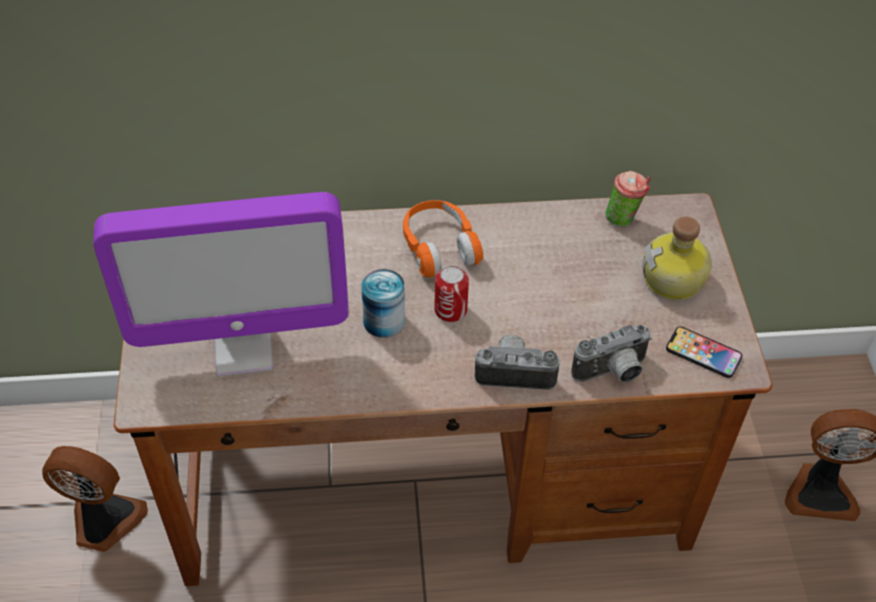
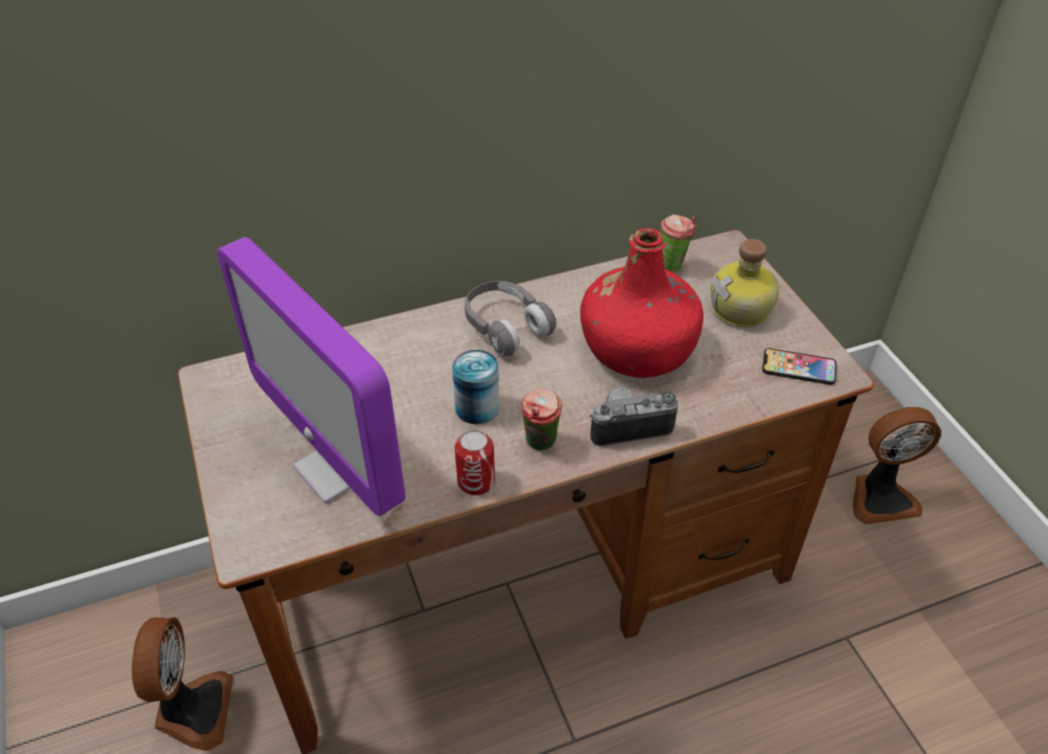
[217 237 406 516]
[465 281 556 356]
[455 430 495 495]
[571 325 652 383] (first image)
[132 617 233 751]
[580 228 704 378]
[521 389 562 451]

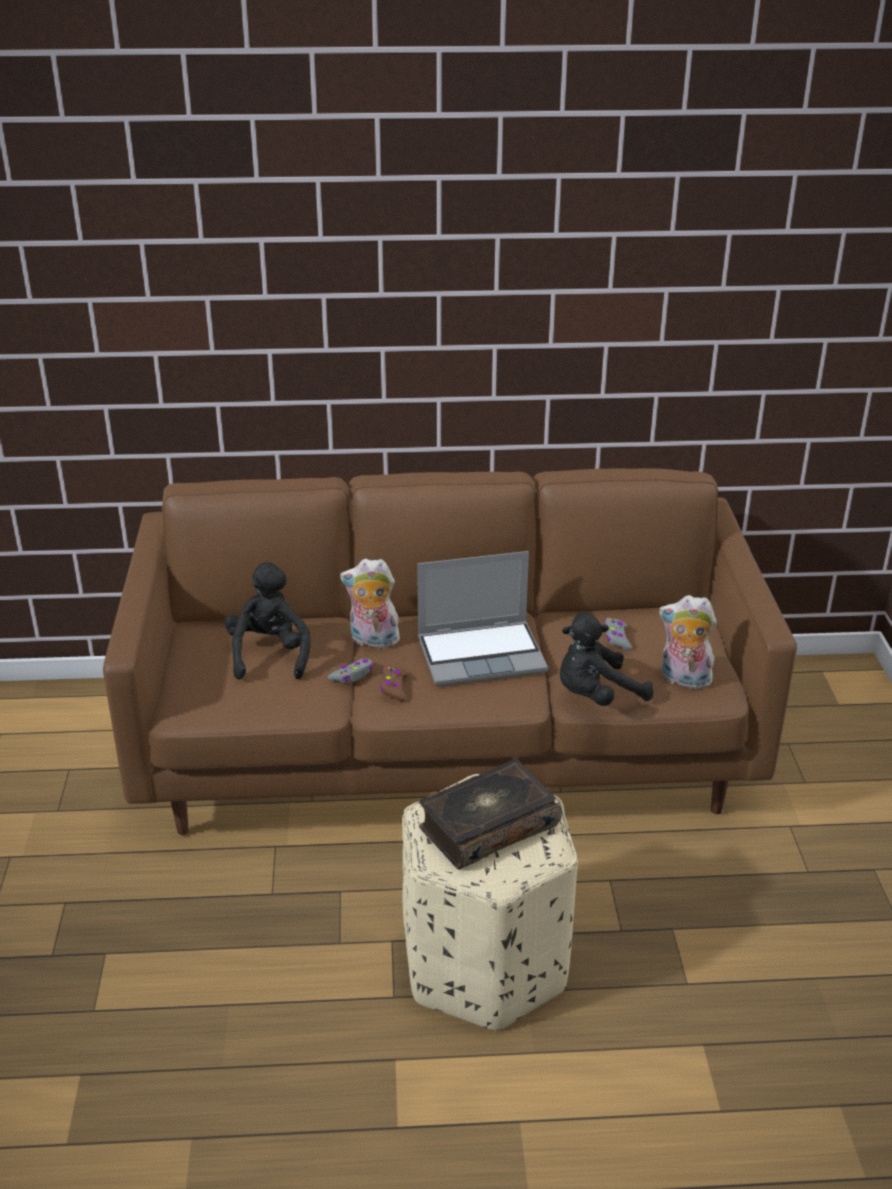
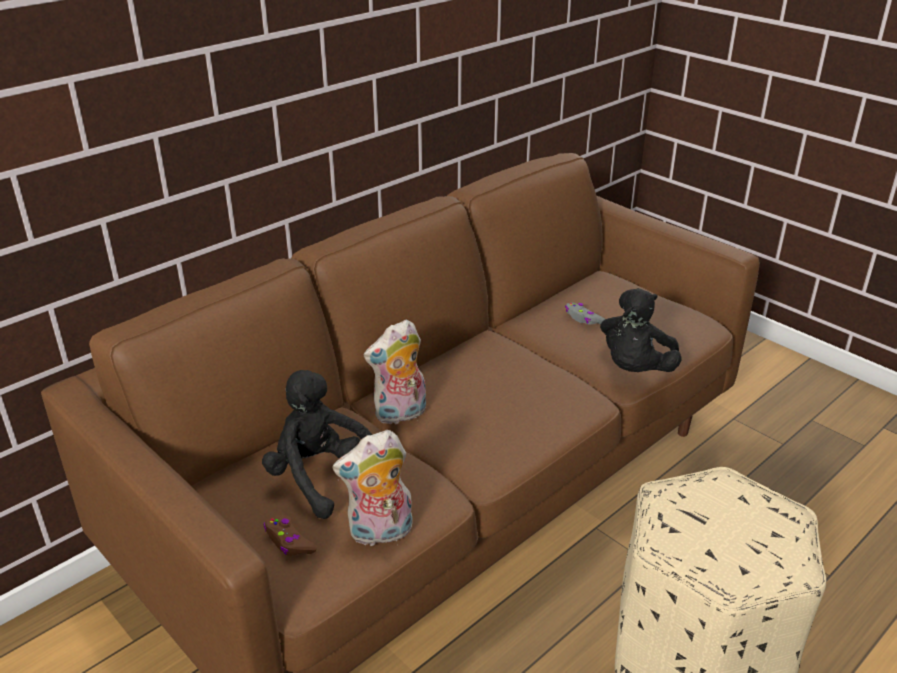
[417 551 548 686] (first image)
[332 430 413 547]
[328 658 374 683] (first image)
[264 515 317 556]
[419 759 562 870] (first image)

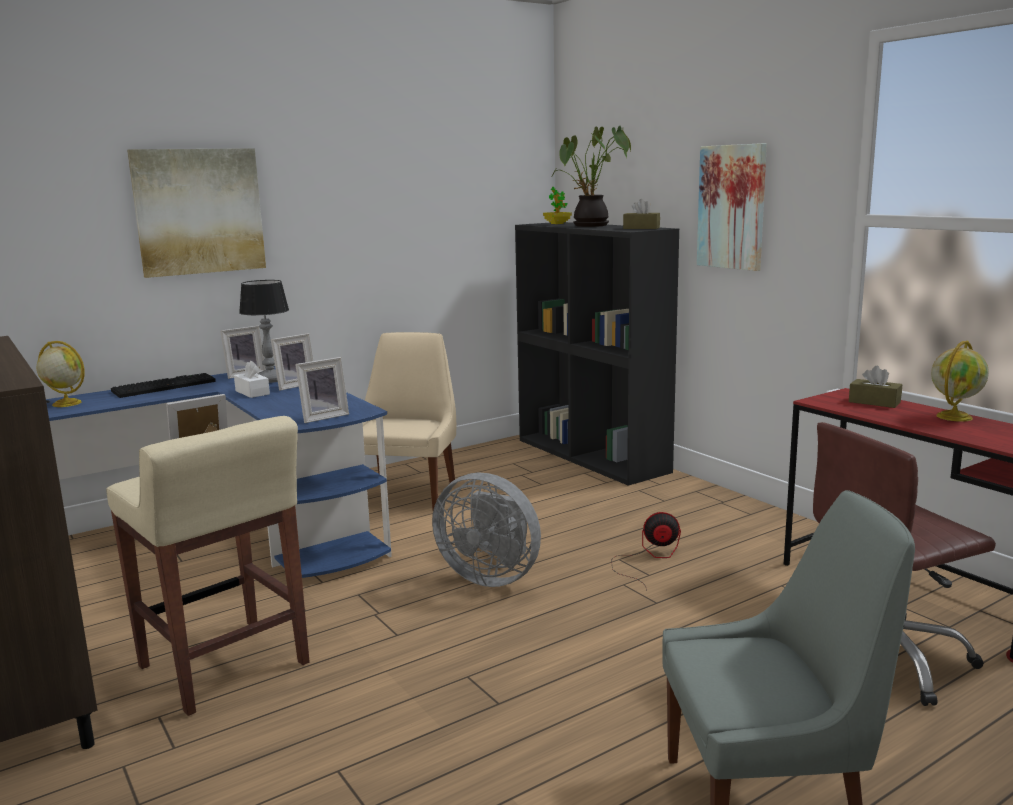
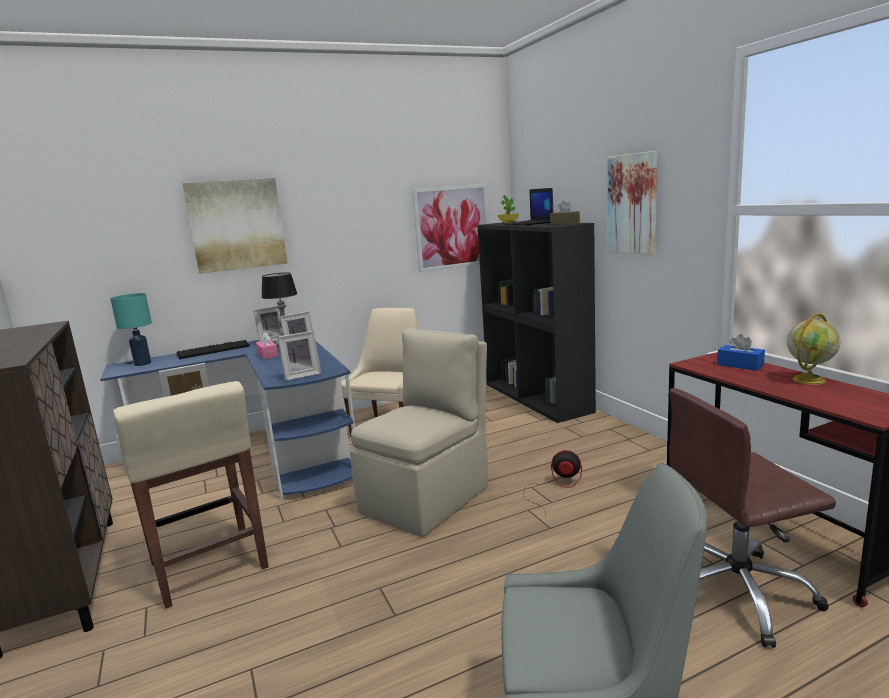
[504 188 553 225]
[110 293 152 366]
[256 332 278 359]
[717 334 765 371]
[350 328 488 537]
[412 184 489 272]

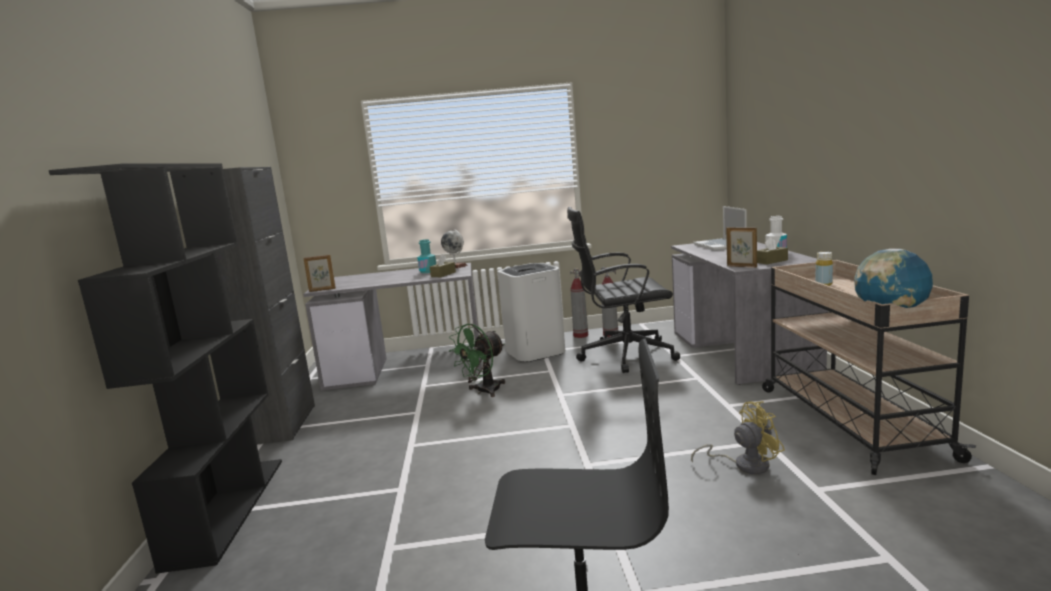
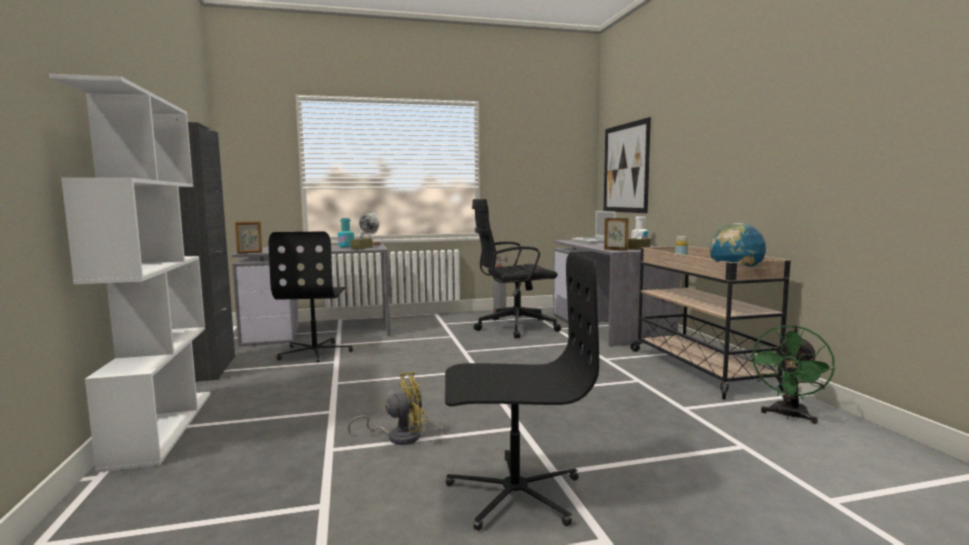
[49 74 211 473]
[498 263 565 362] (first image)
[570 268 588 338] (first image)
[750 325 835 424]
[348 372 428 445]
[604 117 651 213]
[269 231 353 363]

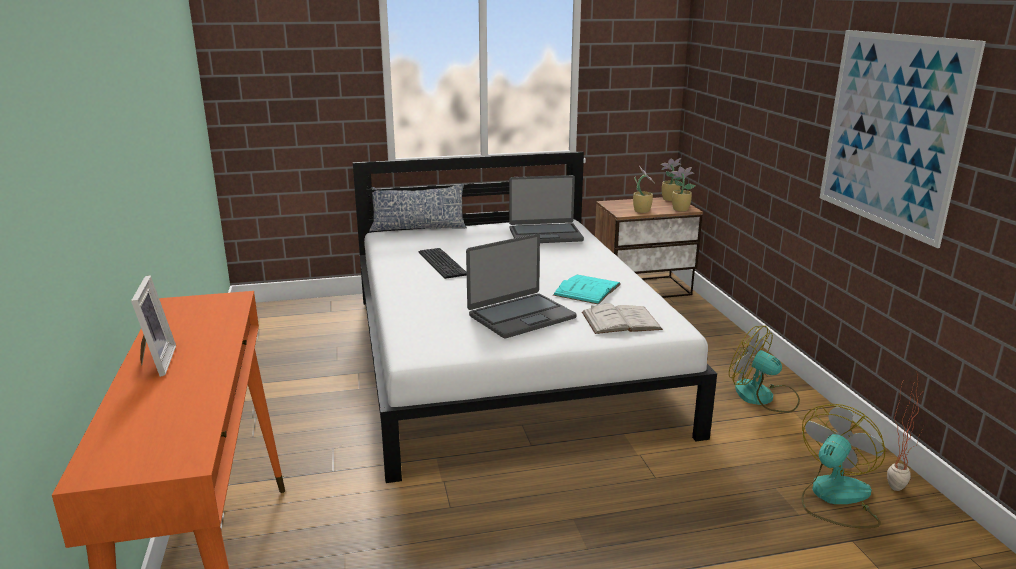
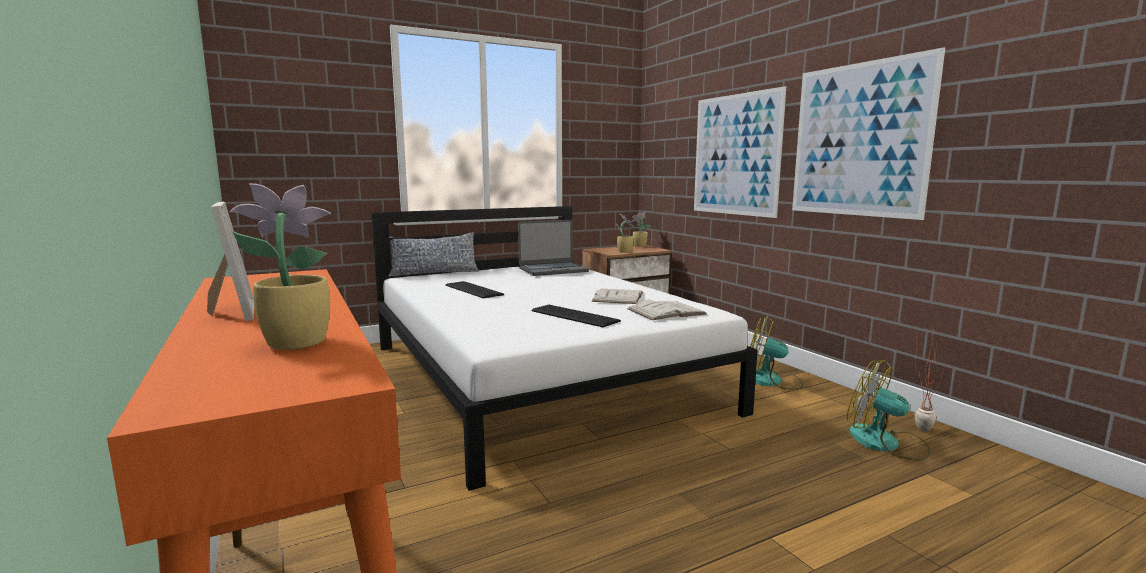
[230 183 331 350]
[531 305 621 327]
[592 289 643 304]
[847 360 931 461]
[694 86 786 218]

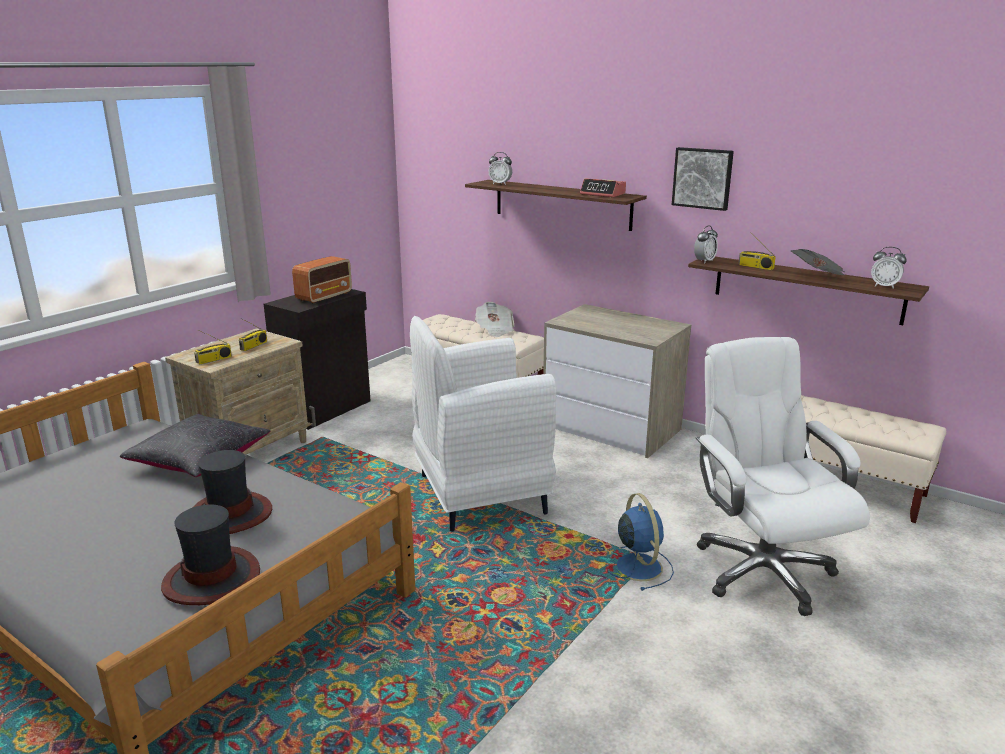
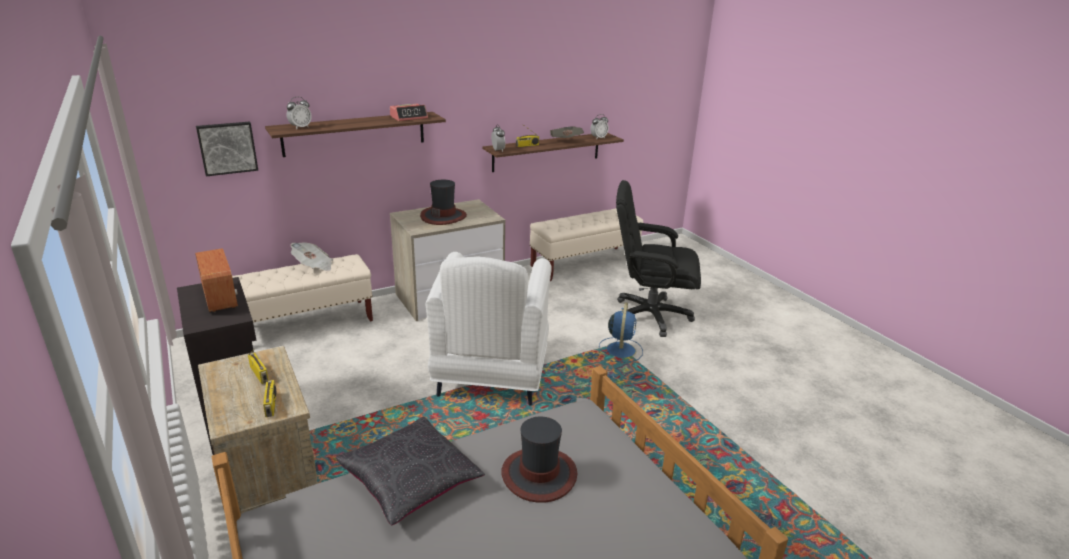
[196 121 258 176]
[616 180 701 337]
[599 302 643 362]
[420 180 467 225]

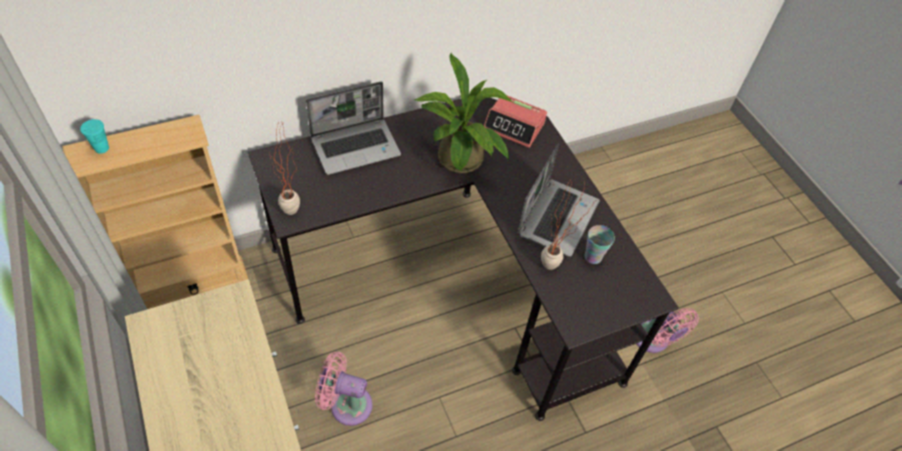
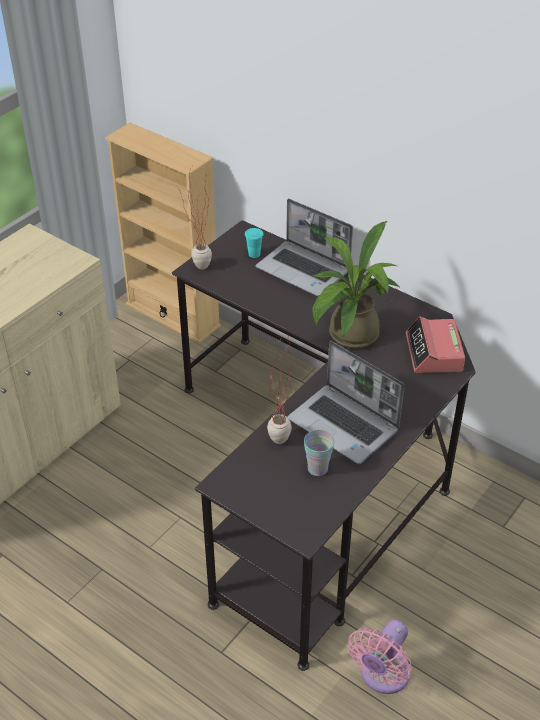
[245 228 264 258]
[288 341 405 464]
[315 352 373 426] (first image)

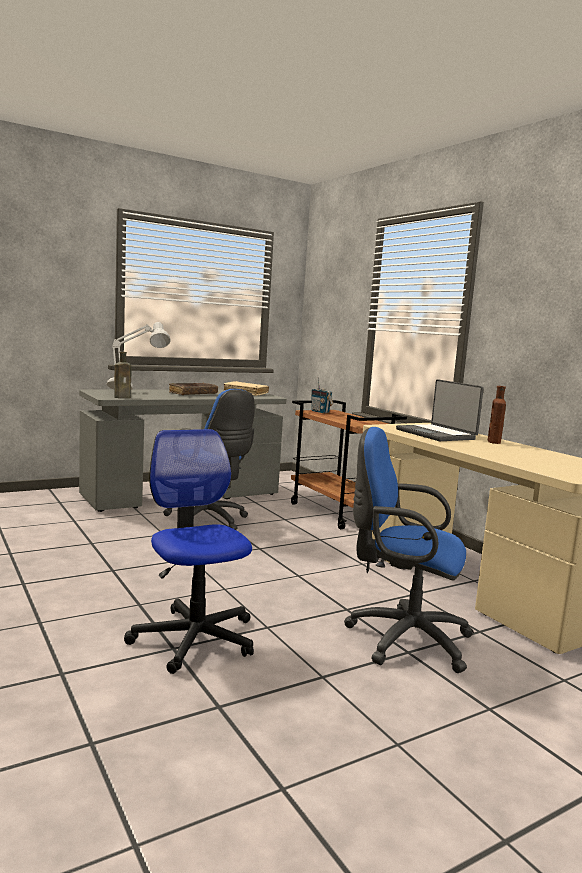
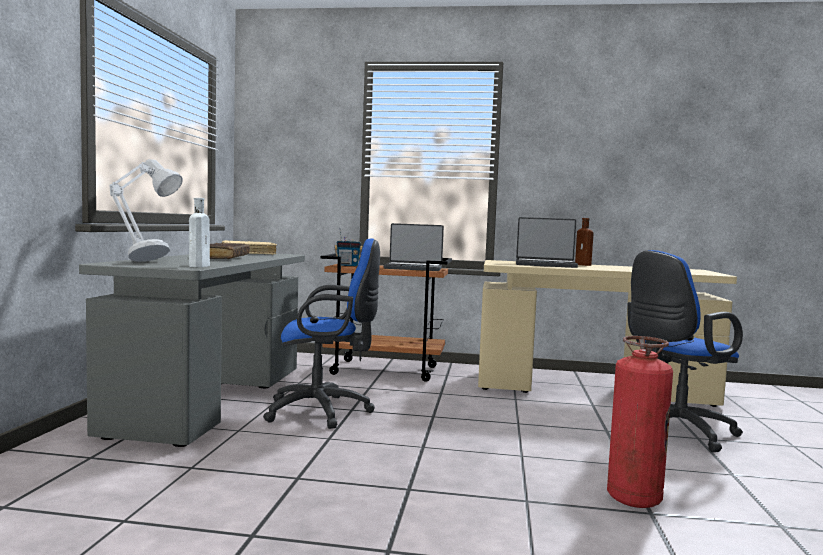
[189 198 210 267]
[607 336 673 508]
[384 223 444 271]

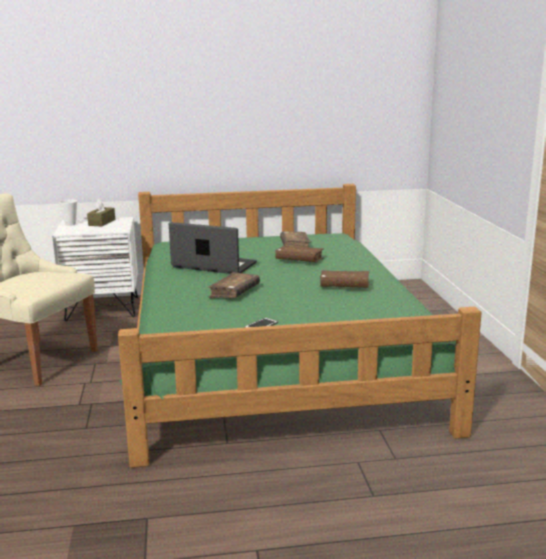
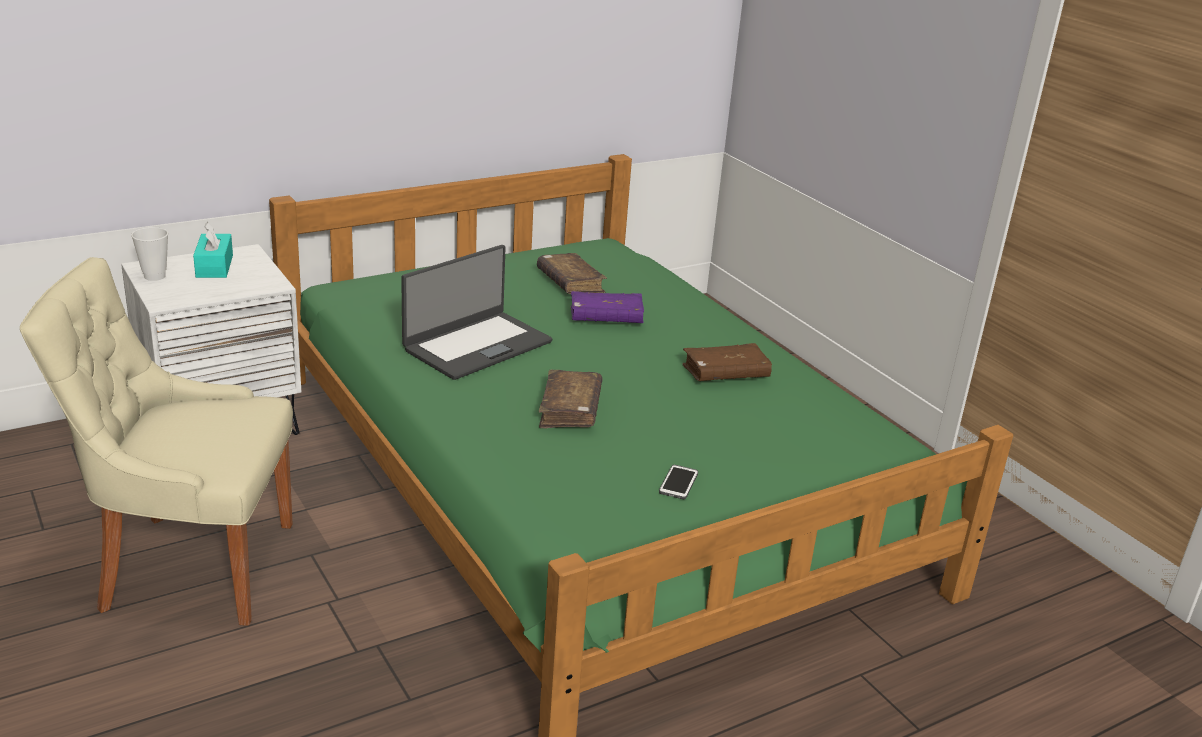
[193 222 233 278]
[401 245 552 380]
[571 291 644 323]

